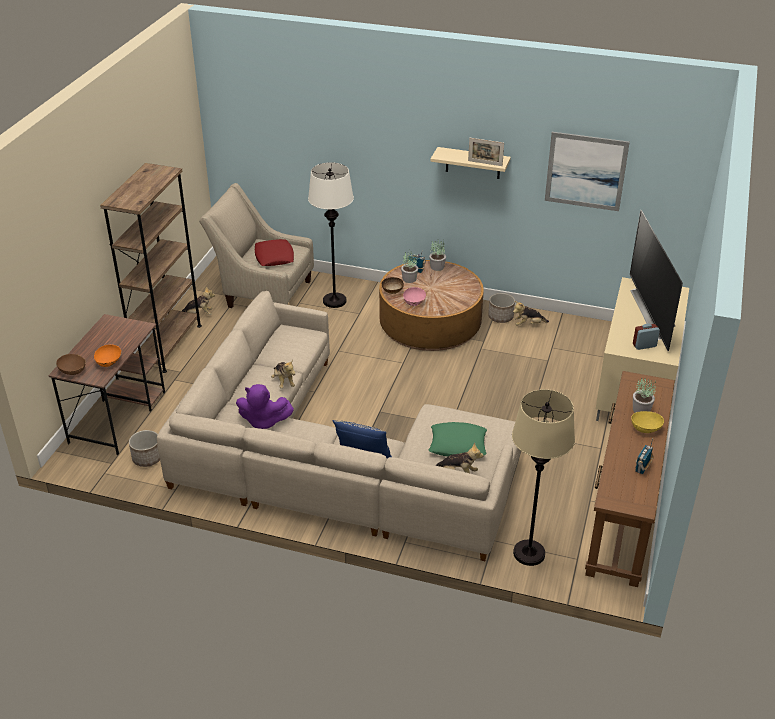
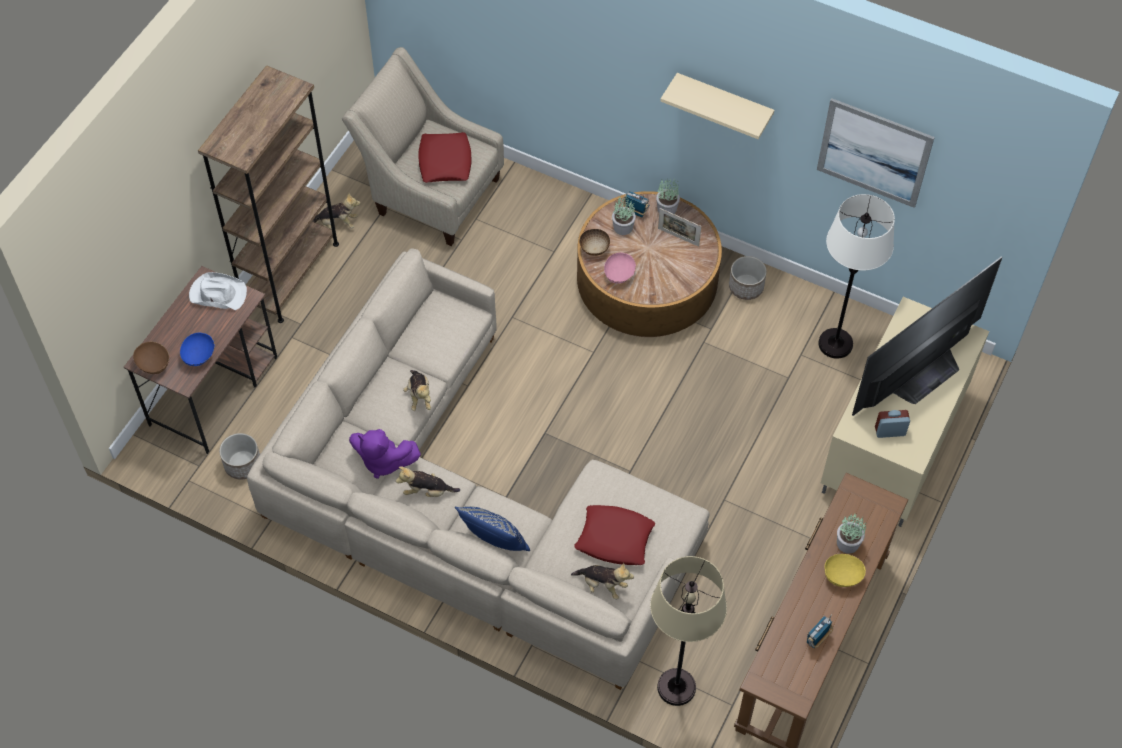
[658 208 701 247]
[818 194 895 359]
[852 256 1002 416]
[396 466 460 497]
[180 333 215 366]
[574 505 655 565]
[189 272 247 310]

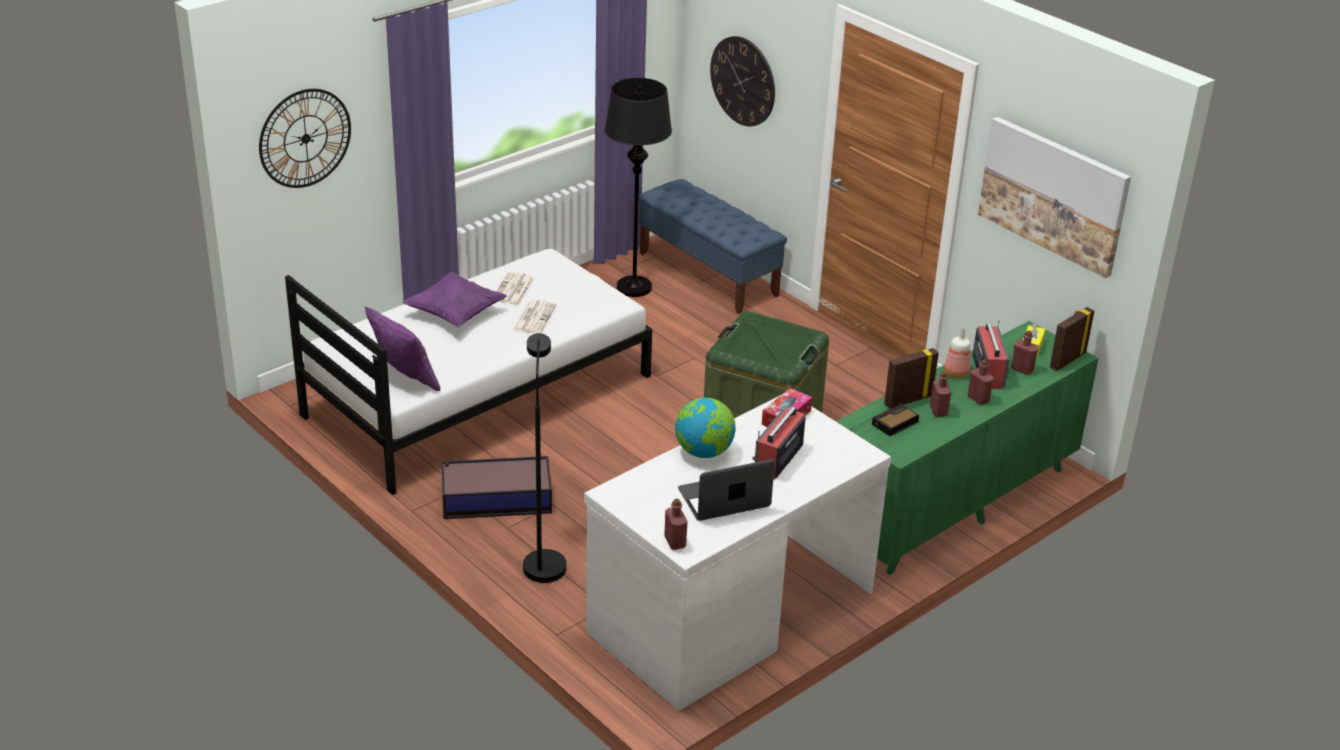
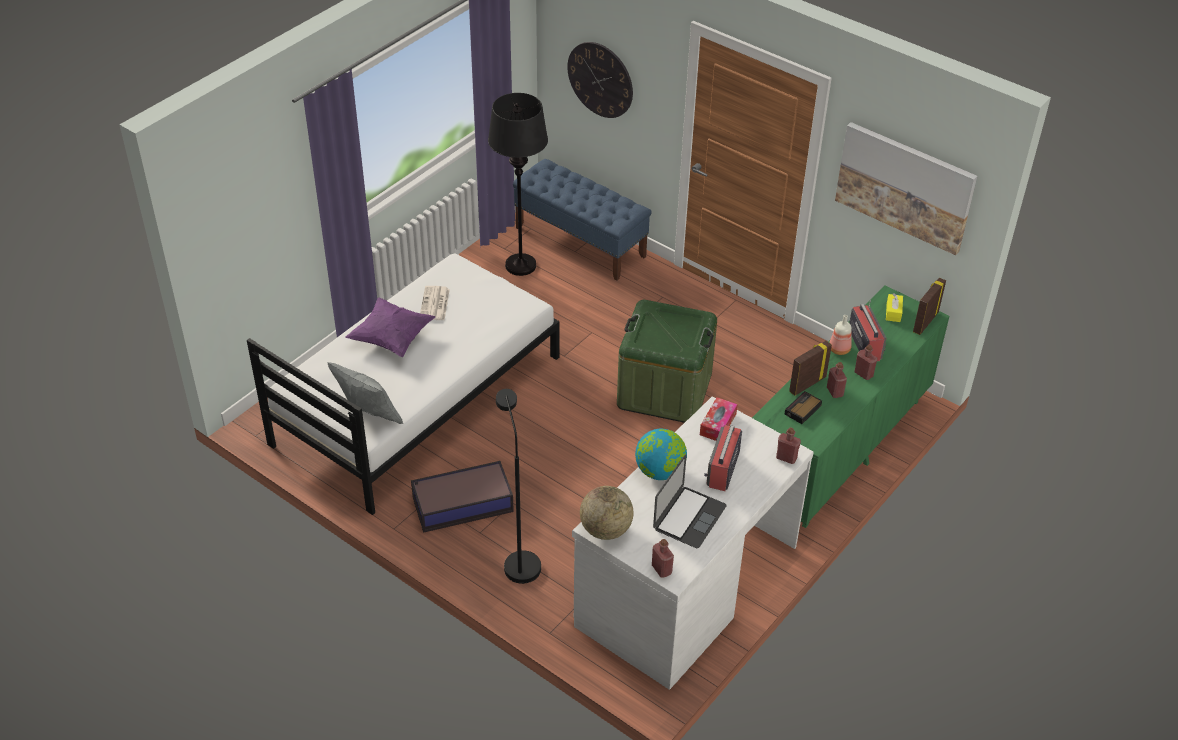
[259 89 351 188] (first image)
[513 300 556 334] (first image)
[327 362 403 424]
[776 427 801 464]
[653 454 727 548]
[580 486 634 540]

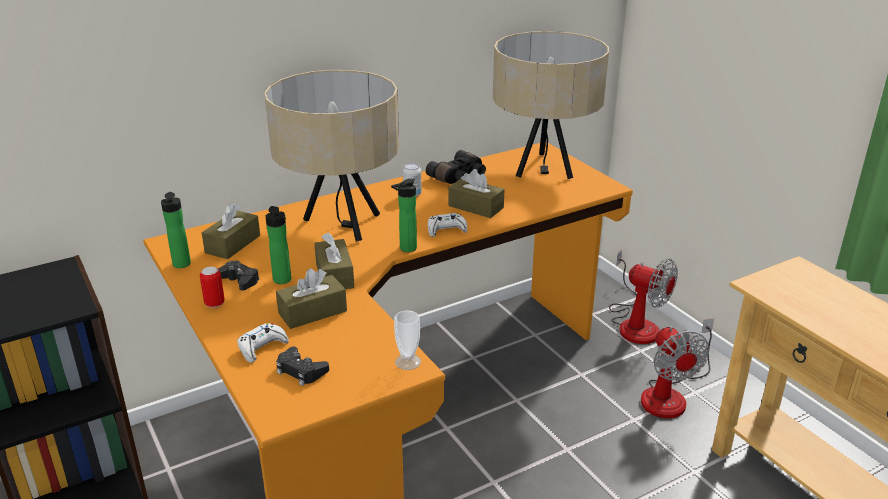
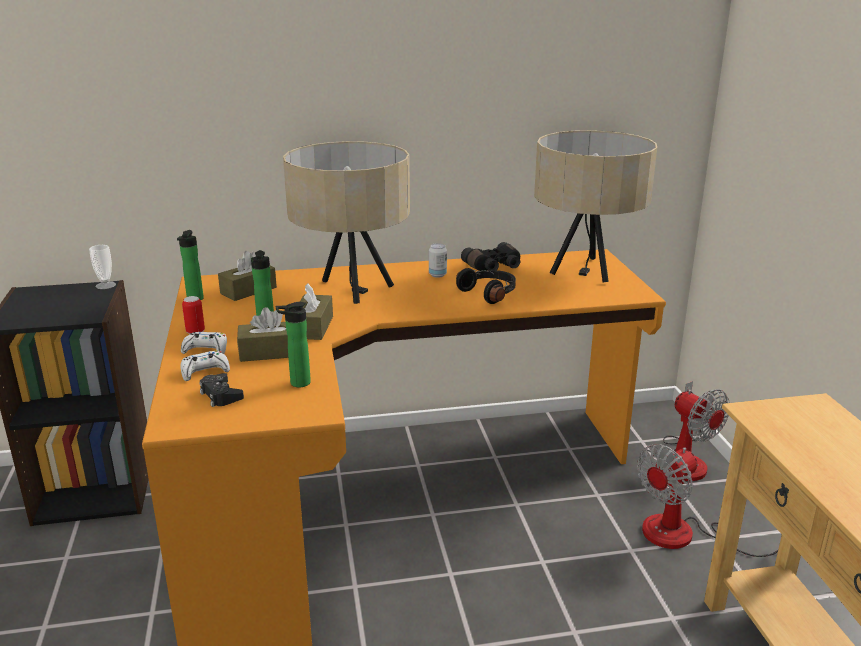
[456 268 516 304]
[276 302 311 387]
[181 332 227 354]
[218 260 260 290] (first image)
[89 245 116 289]
[637 444 778 557]

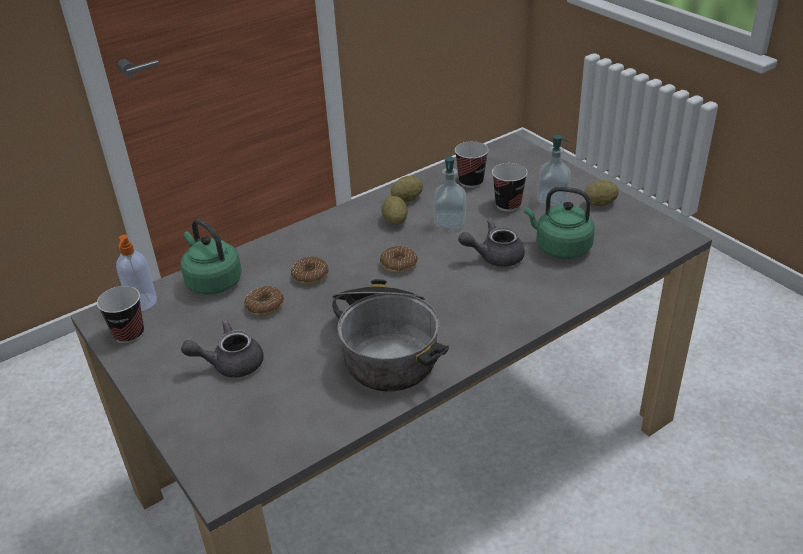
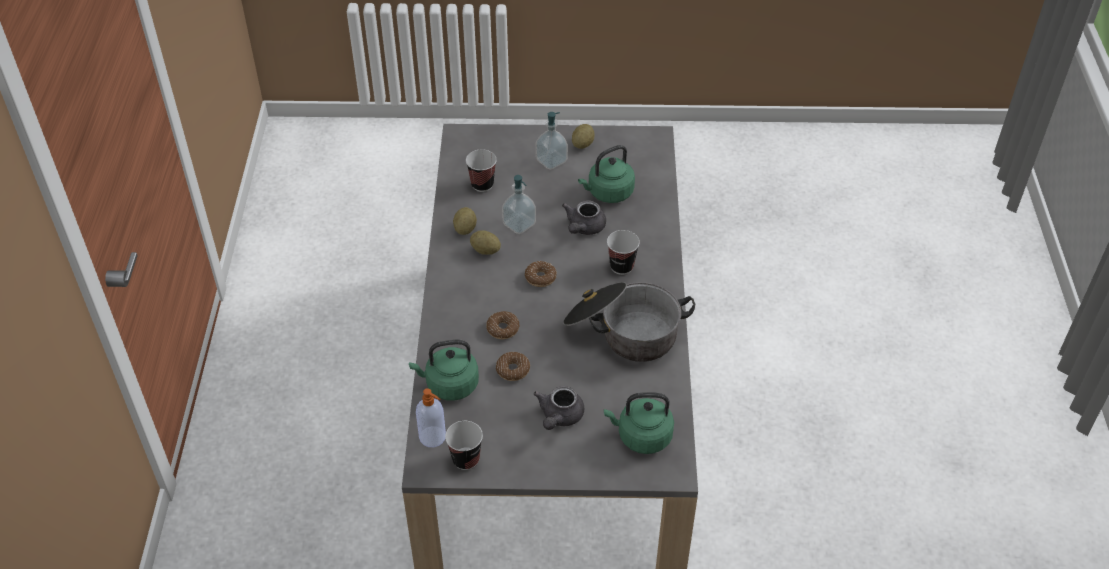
[607 230 640 275]
[604 392 674 454]

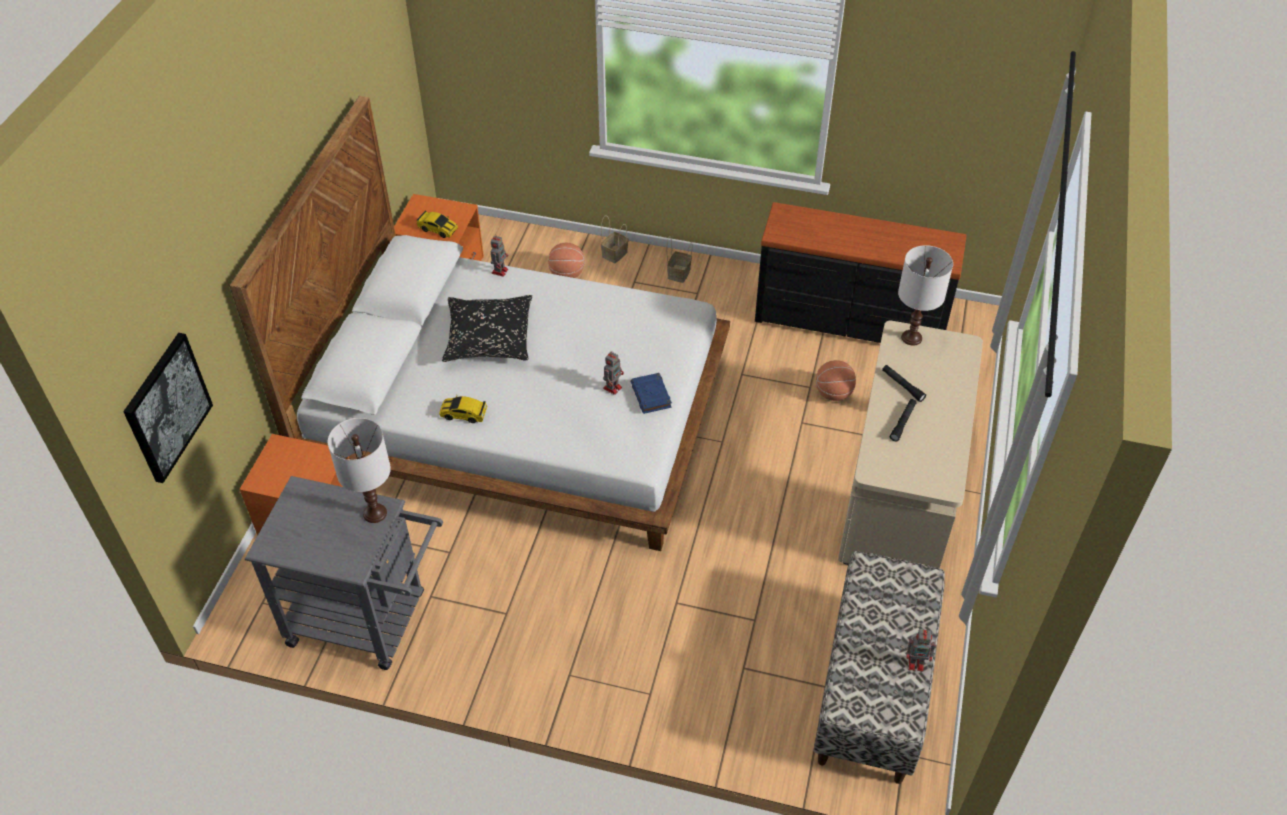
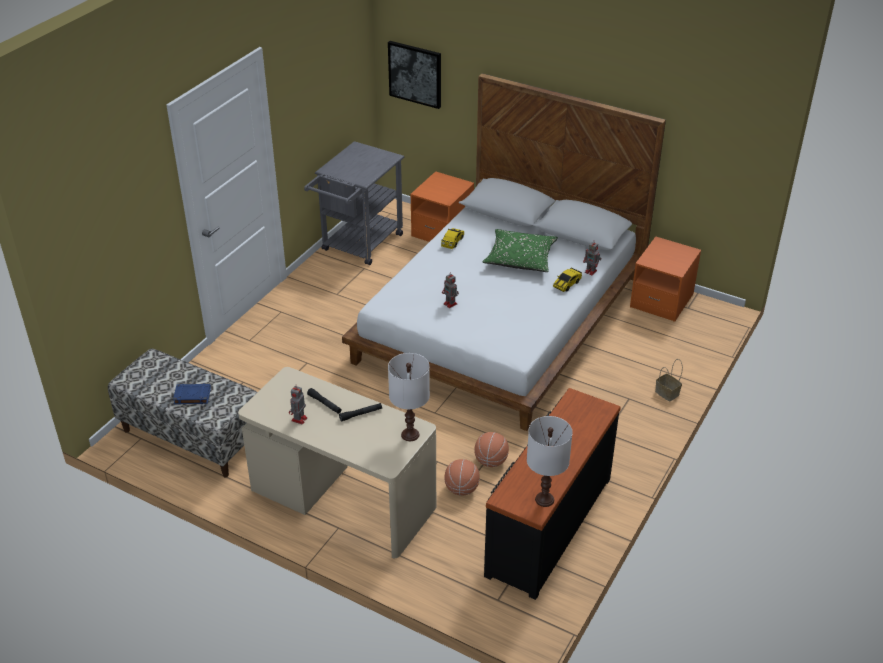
[553 267 582 292]
[667 236 692 283] (first image)
[474 432 509 467]
[483 229 558 272]
[173 384 211 405]
[527 416 573 507]
[289 385 307 425]

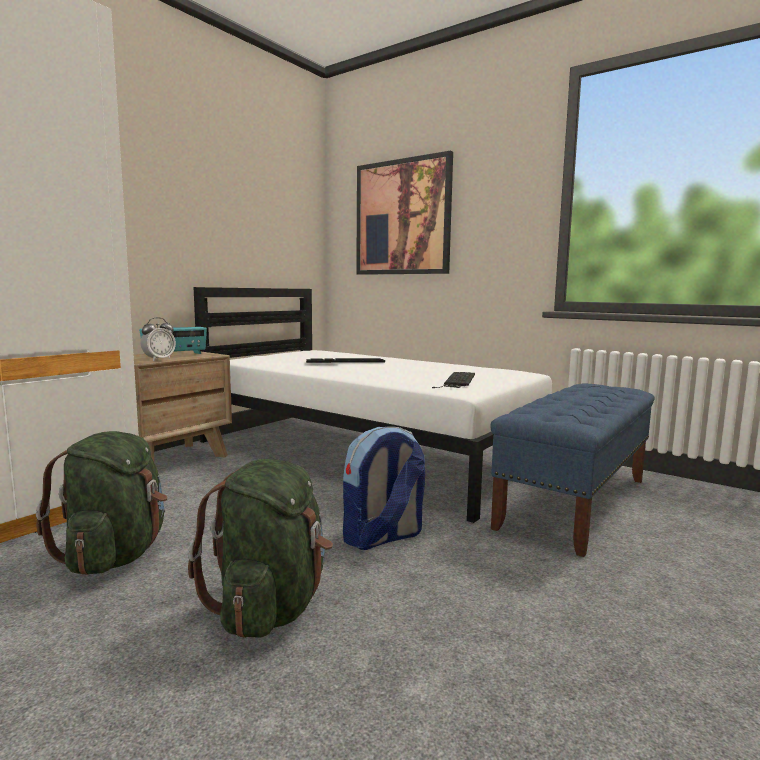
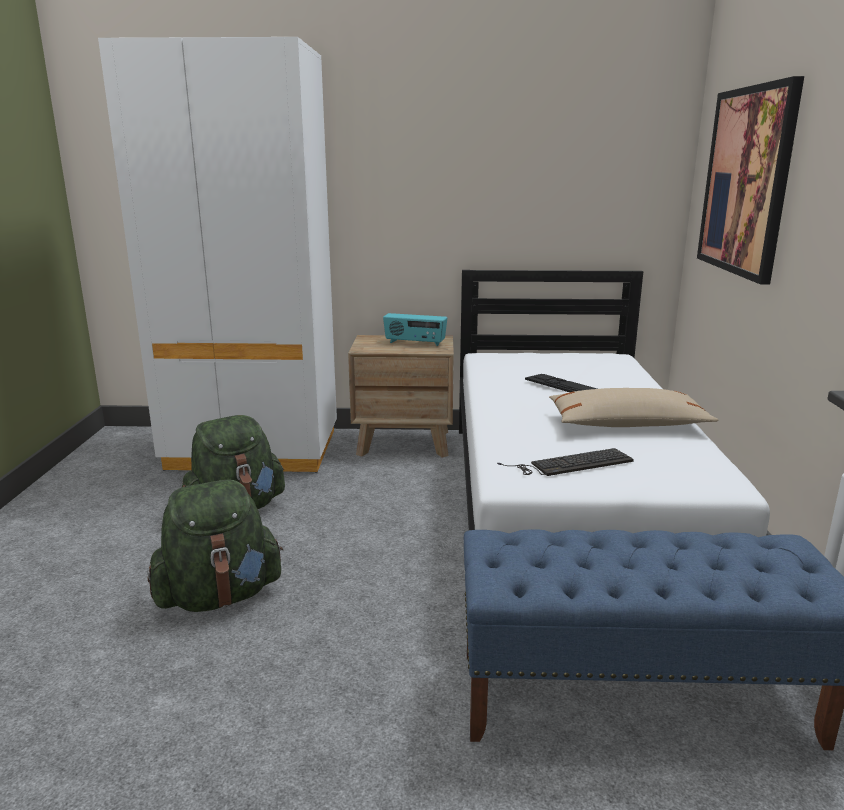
[141 317 176 361] (first image)
[343 427 425 550] (first image)
[549 388 719 427]

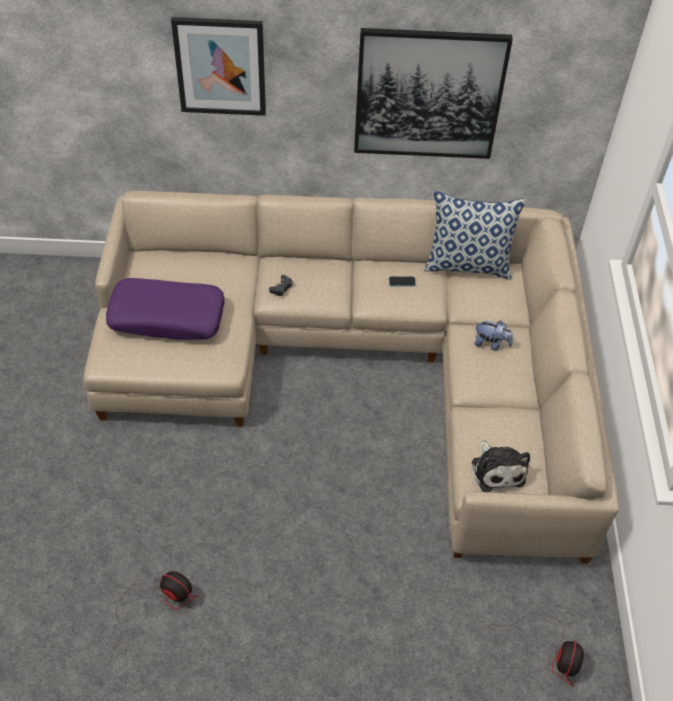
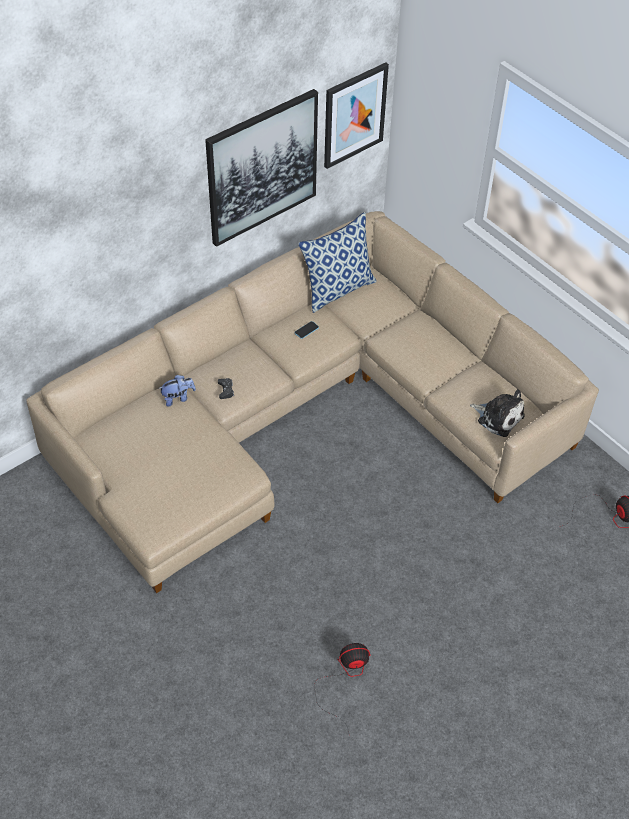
[324 62 389 169]
[106 278 225 340] (first image)
[158 375 196 407]

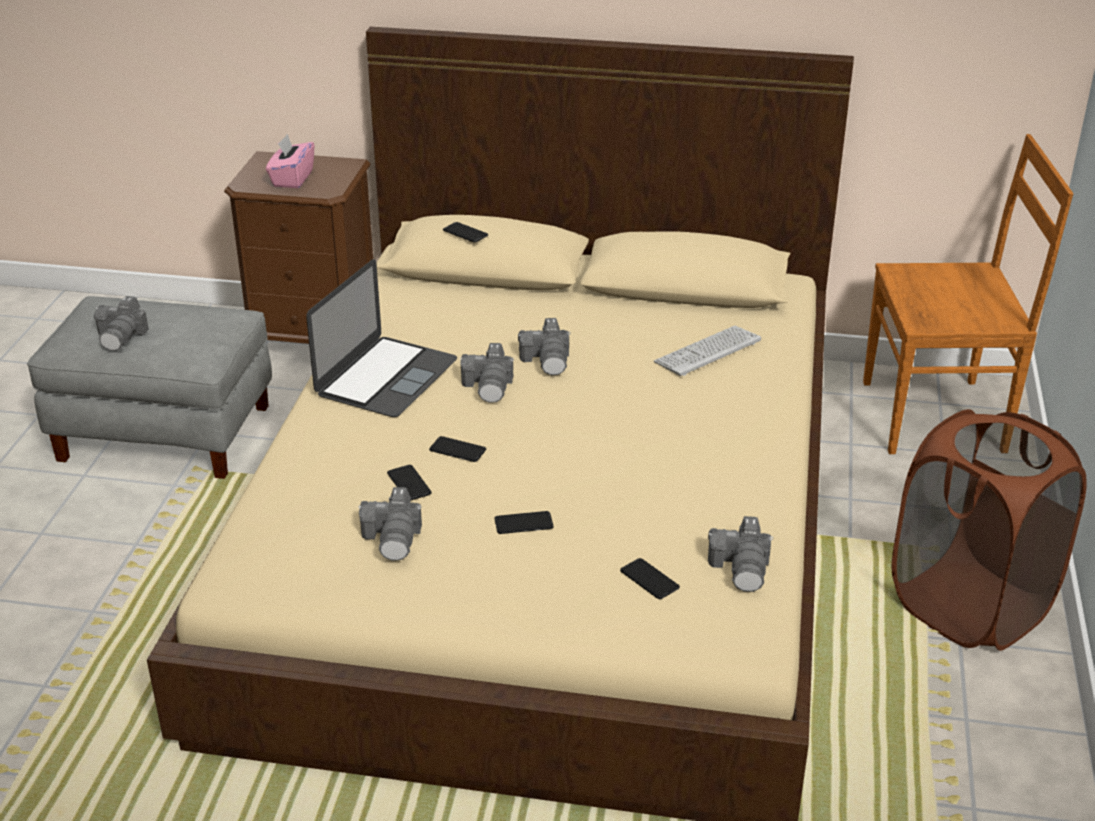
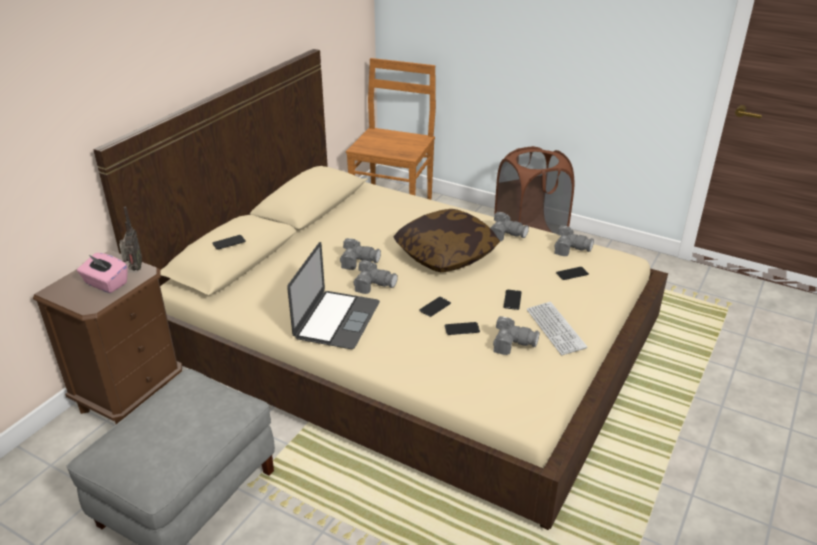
[287 242 380 349]
[490 212 529 241]
[527 302 587 355]
[119 207 142 271]
[393 209 500 272]

